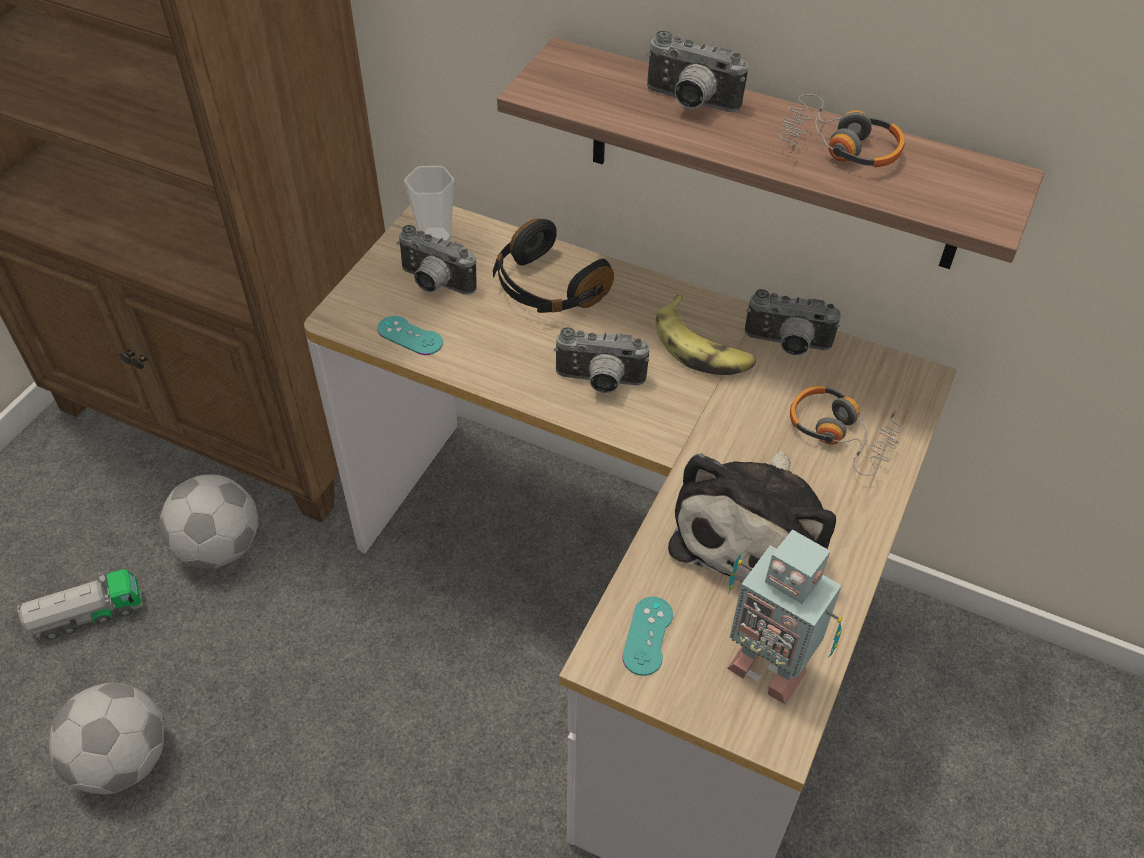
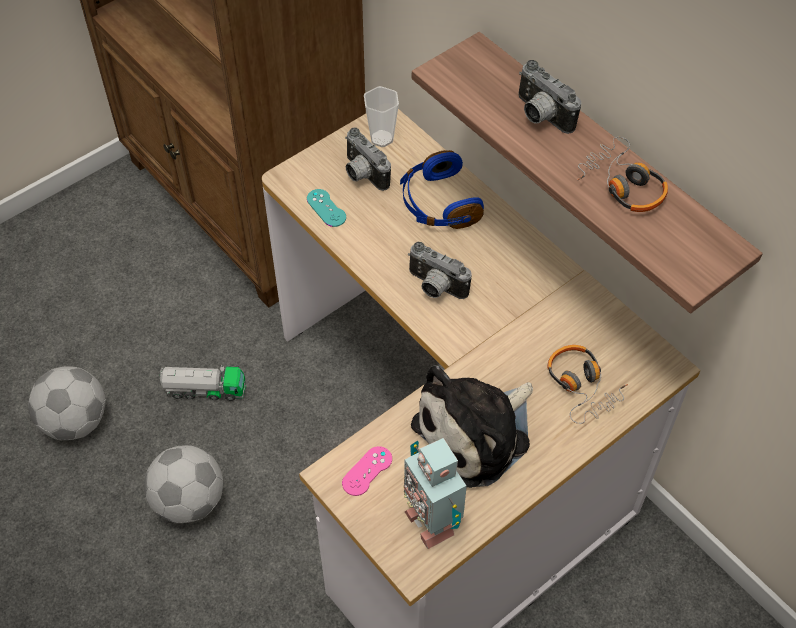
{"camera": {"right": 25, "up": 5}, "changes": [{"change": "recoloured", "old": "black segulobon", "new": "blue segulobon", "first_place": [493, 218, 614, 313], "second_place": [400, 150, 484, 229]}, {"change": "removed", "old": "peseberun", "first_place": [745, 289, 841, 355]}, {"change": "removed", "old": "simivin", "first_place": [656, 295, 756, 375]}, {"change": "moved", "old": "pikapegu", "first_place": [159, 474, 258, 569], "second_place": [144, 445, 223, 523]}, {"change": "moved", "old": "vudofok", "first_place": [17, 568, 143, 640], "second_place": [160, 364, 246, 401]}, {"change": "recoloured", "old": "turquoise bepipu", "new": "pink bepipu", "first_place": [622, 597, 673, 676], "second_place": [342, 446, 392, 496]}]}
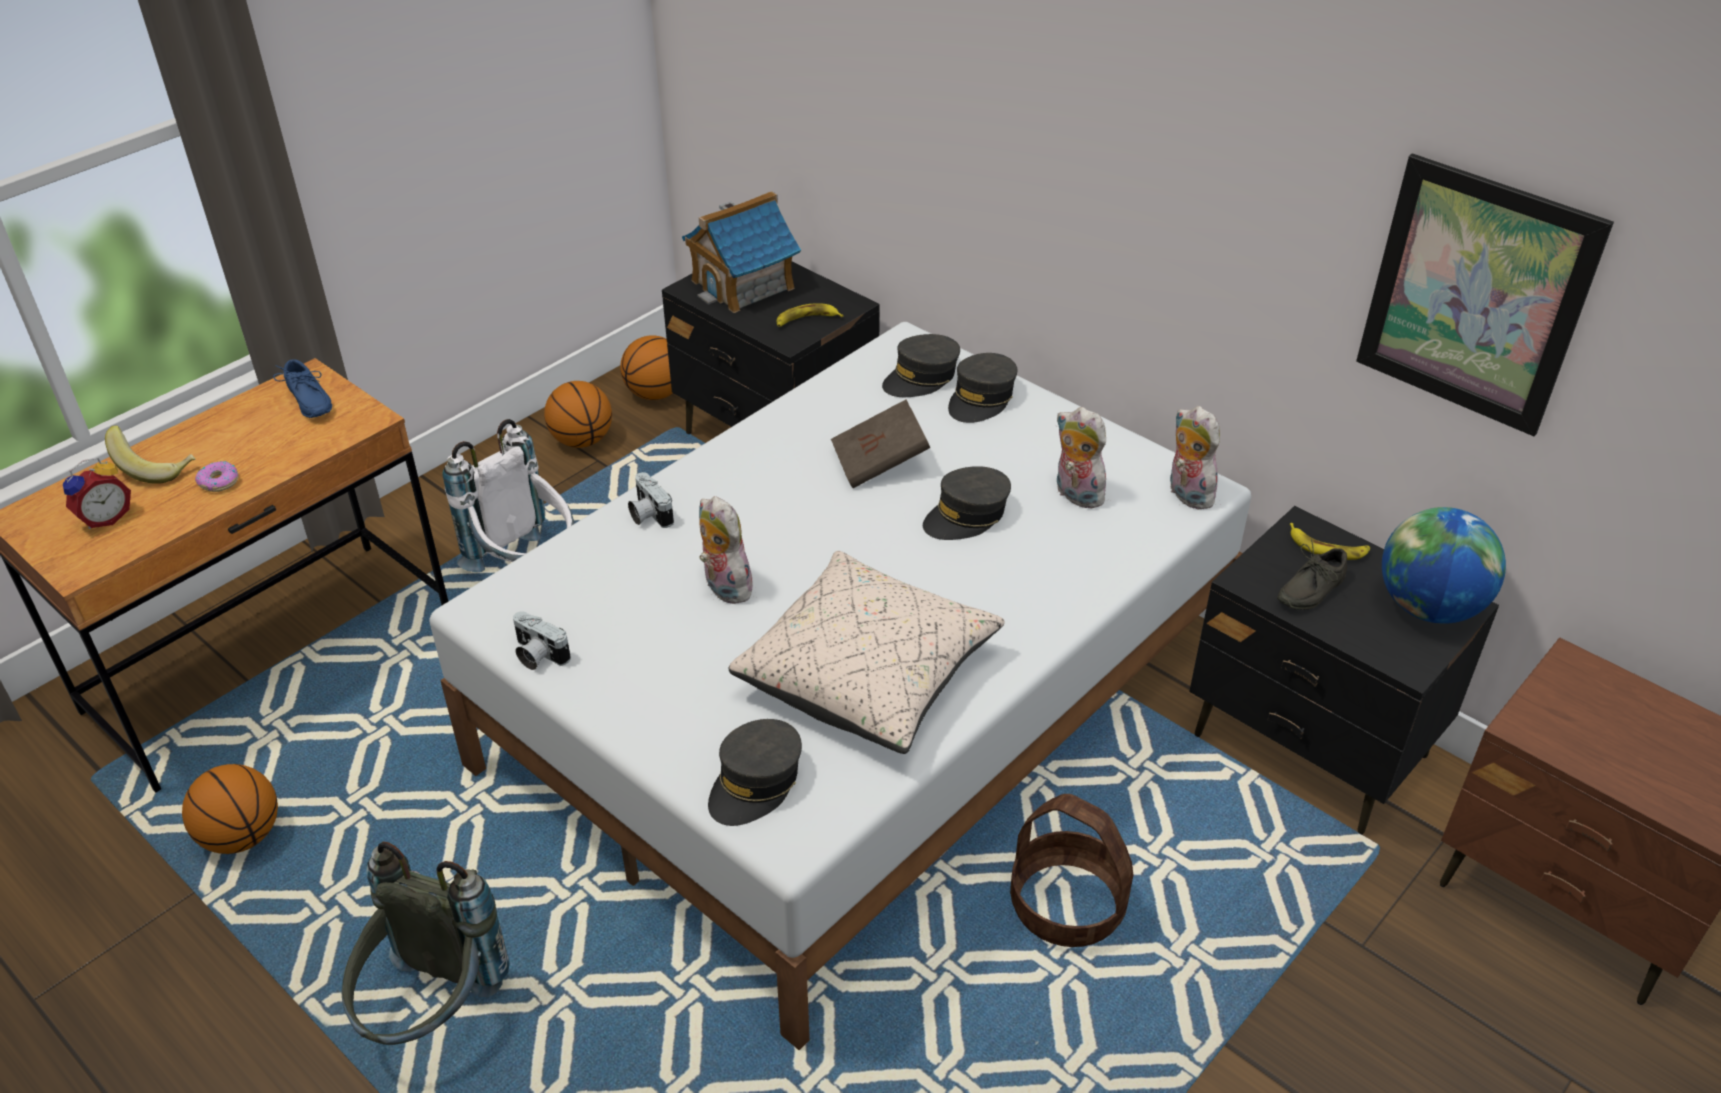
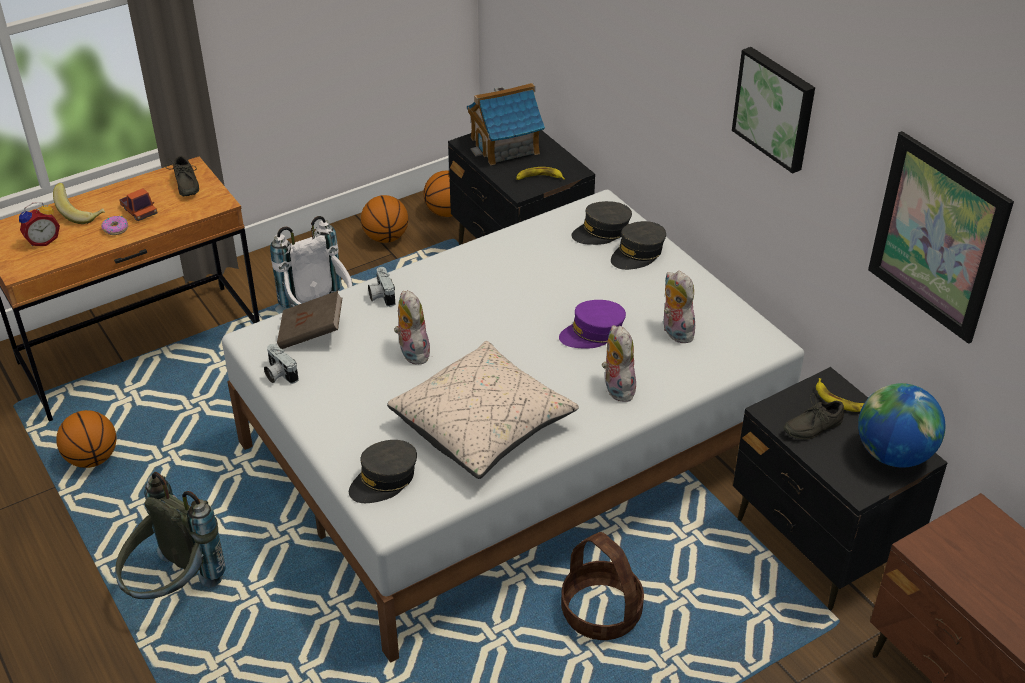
{"camera": {"right": 15, "up": 0}, "changes": [{"change": "recoloured", "old": "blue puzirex", "new": "grey puzirex", "first_place": [273, 359, 332, 418], "second_place": [165, 156, 199, 197]}, {"change": "moved", "old": "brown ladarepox", "first_place": [831, 400, 931, 488], "second_place": [277, 291, 342, 349]}, {"change": "moved", "old": "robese", "first_place": [1170, 406, 1220, 510], "second_place": [602, 325, 636, 402]}, {"change": "recoloured", "old": "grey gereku", "new": "purple gereku", "first_place": [923, 466, 1011, 540], "second_place": [559, 300, 626, 348]}, {"change": "added", "new": "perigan", "second_place": [732, 47, 815, 174]}, {"change": "added", "new": "vudofok", "second_place": [119, 188, 158, 221]}]}
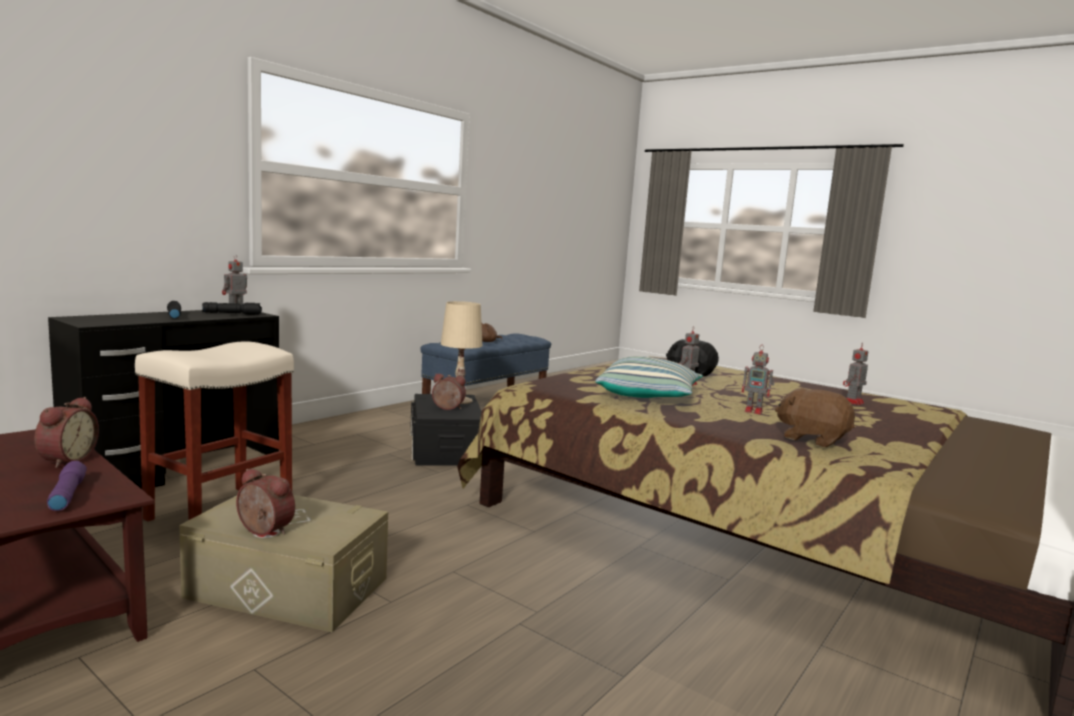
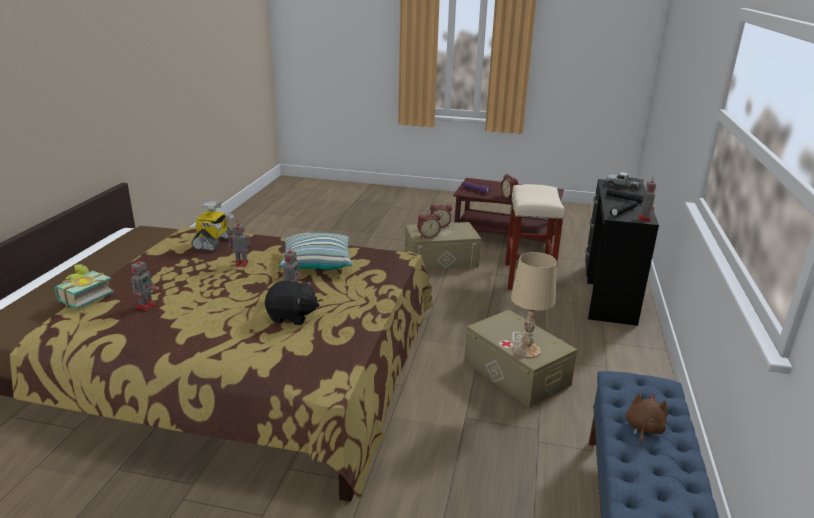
{"camera": {"right": 155, "up": 15}, "changes": [{"change": "moved", "old": "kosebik", "first_place": [432, 374, 466, 410], "second_place": [417, 214, 441, 238]}, {"change": "replaced", "old": "brown robese", "new": "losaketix", "first_place": [775, 388, 855, 447], "second_place": [191, 201, 234, 251]}, {"change": "recoloured", "old": "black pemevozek", "new": "beige pemevozek", "first_place": [410, 394, 482, 466], "second_place": [464, 310, 577, 408]}, {"change": "added", "new": "vudofok", "second_place": [606, 172, 644, 189]}, {"change": "added", "new": "ladarepox", "second_place": [55, 264, 114, 309]}]}
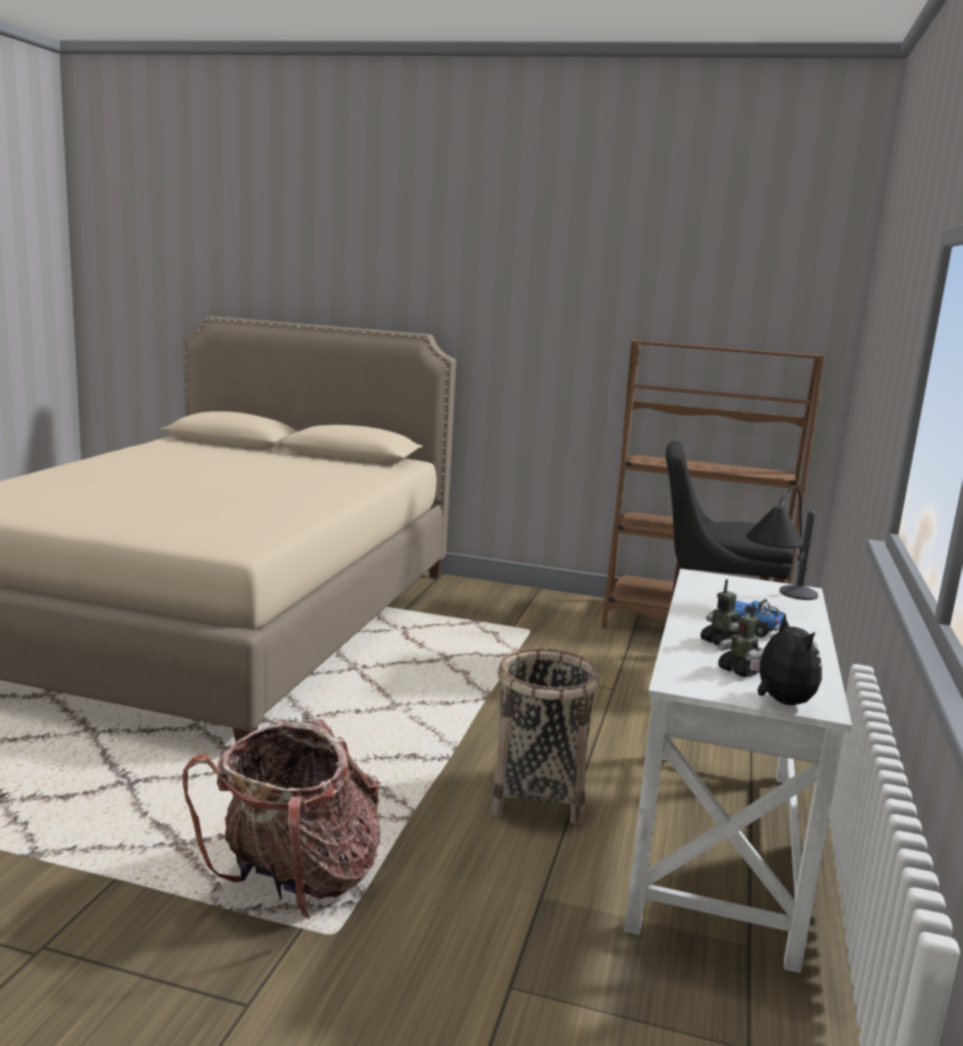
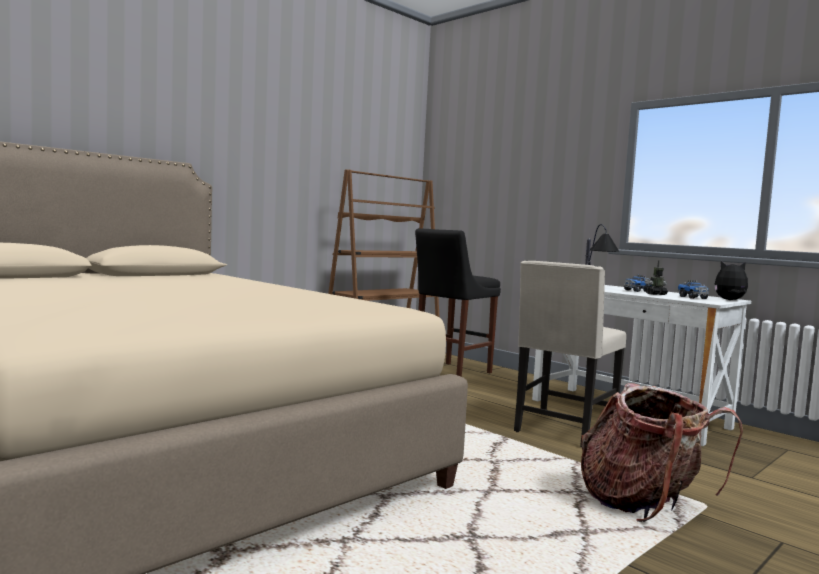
{"camera": {"right": -60, "up": -10}, "changes": [{"change": "replaced", "old": "losaketix", "new": "vudofok", "first_place": [718, 603, 764, 677], "second_place": [678, 280, 709, 299]}, {"change": "replaced", "old": "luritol", "new": "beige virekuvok", "first_place": [490, 648, 600, 825], "second_place": [514, 261, 626, 447]}]}
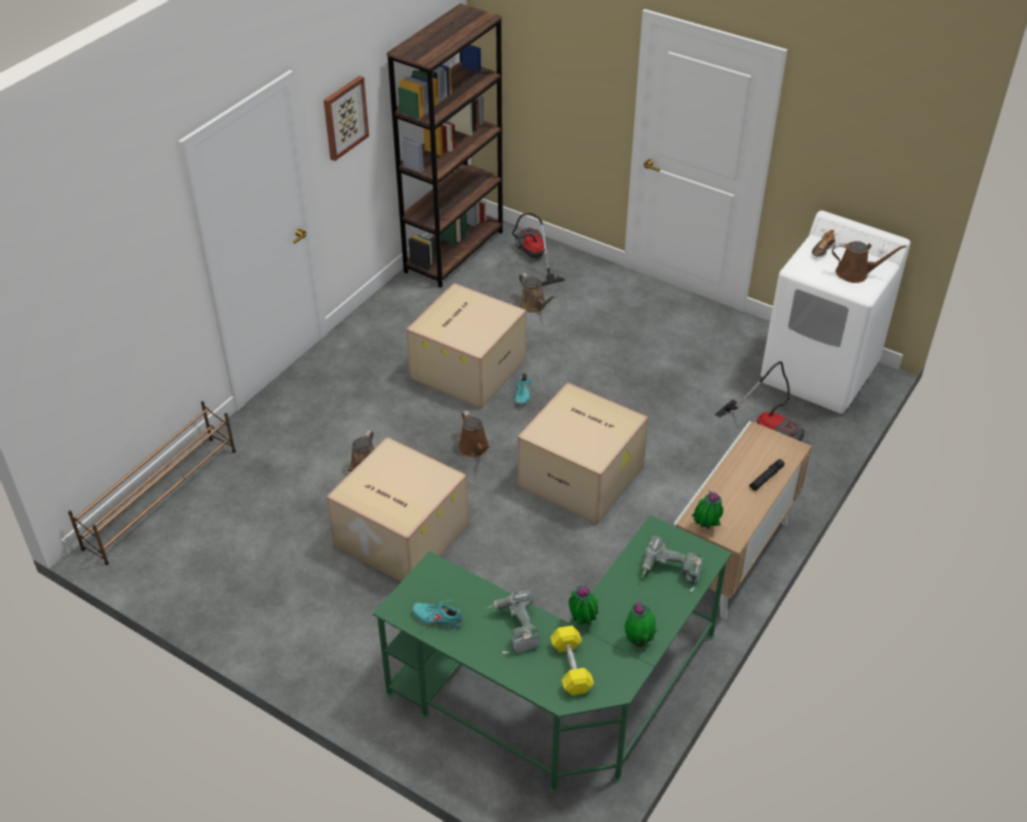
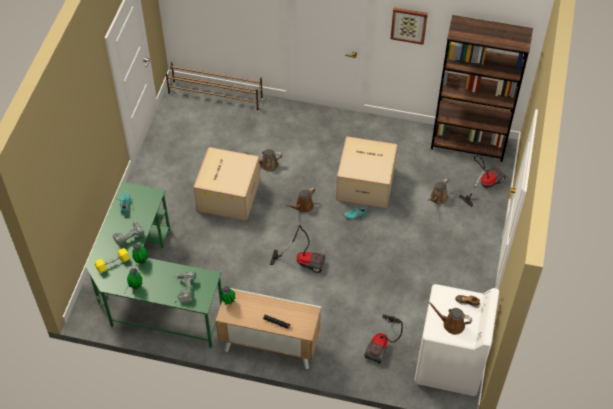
{"camera": {"right": 70, "up": 10}, "changes": [{"change": "turned", "old": "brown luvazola", "first_place": [832, 241, 907, 283], "second_place": [427, 301, 472, 335], "degrees": 120}, {"change": "replaced", "old": "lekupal", "new": "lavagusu", "first_place": [517, 382, 648, 524], "second_place": [270, 225, 325, 273]}]}
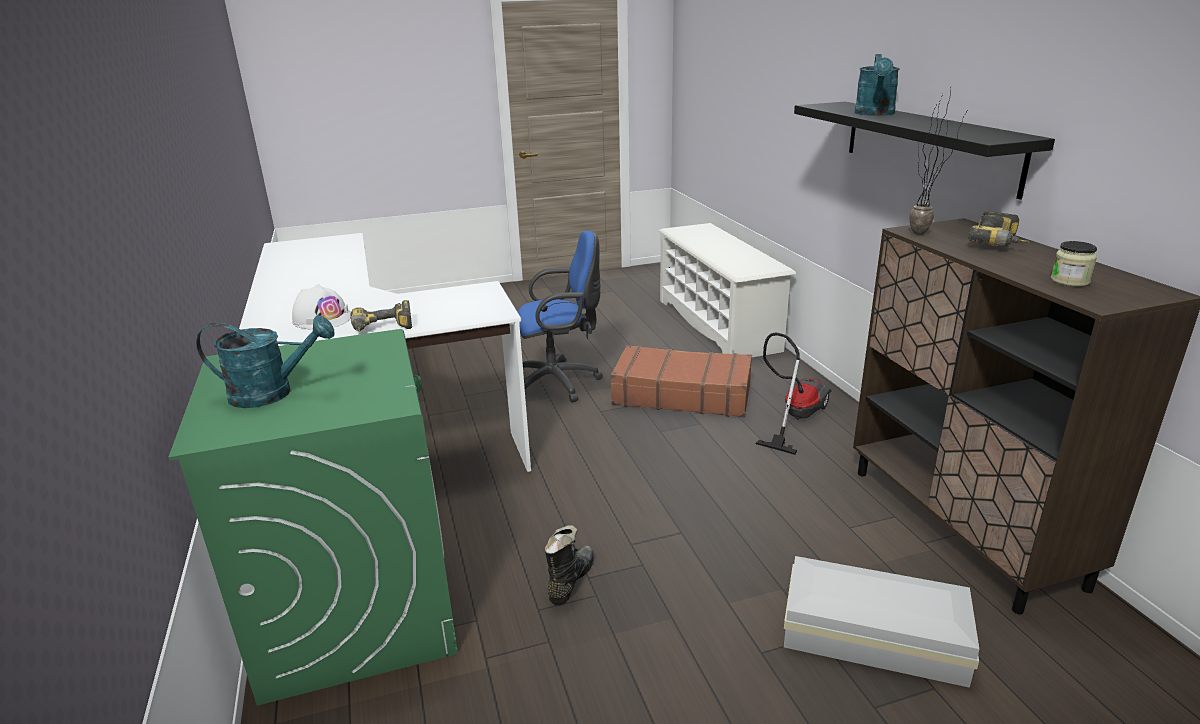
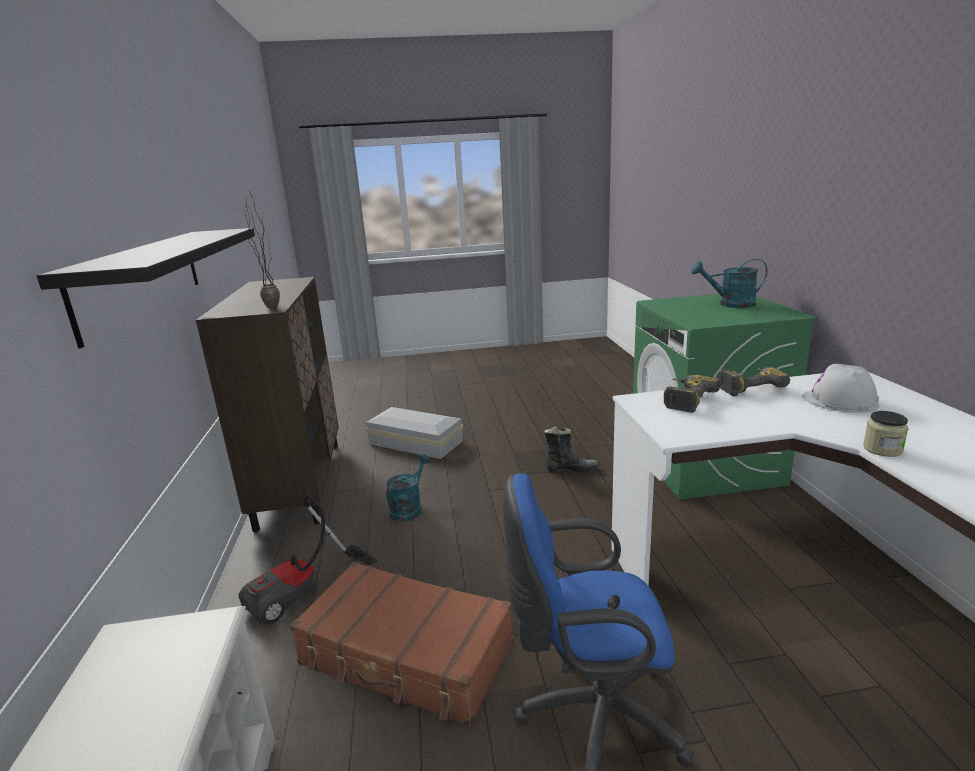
{"camera": {"right": -170, "up": -5}, "changes": [{"change": "moved", "old": "turquoise luvazola", "first_place": [855, 54, 900, 116], "second_place": [386, 454, 430, 521]}, {"change": "moved", "old": "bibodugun", "first_place": [968, 211, 1030, 247], "second_place": [664, 375, 721, 413]}, {"change": "moved", "old": "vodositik", "first_place": [1051, 241, 1097, 287], "second_place": [863, 411, 909, 457]}, {"change": "turned", "old": "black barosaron", "first_place": [545, 525, 594, 605], "second_place": [544, 427, 599, 473], "degrees": -120}]}
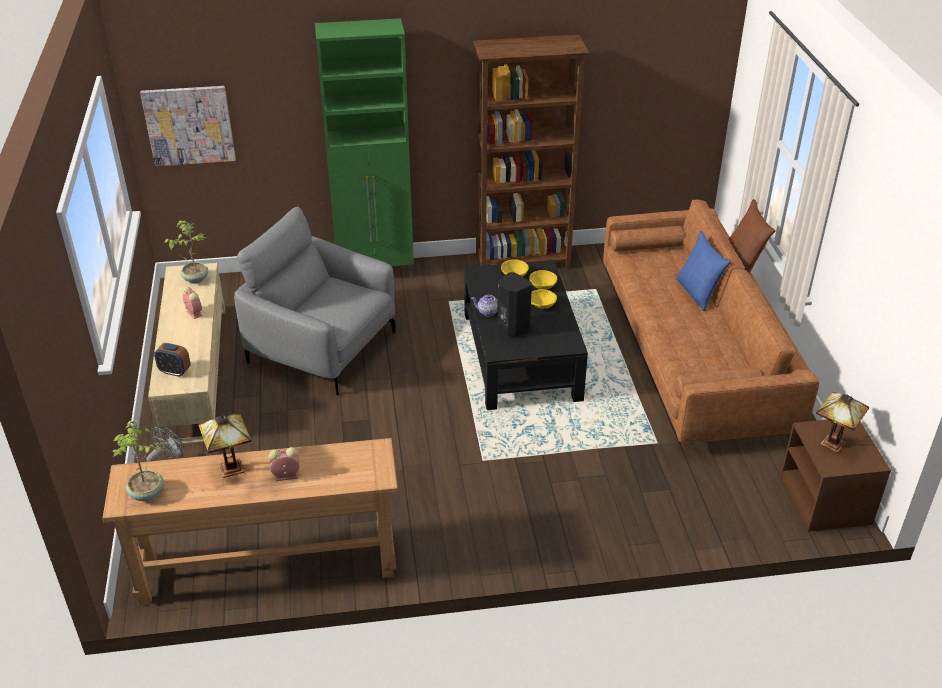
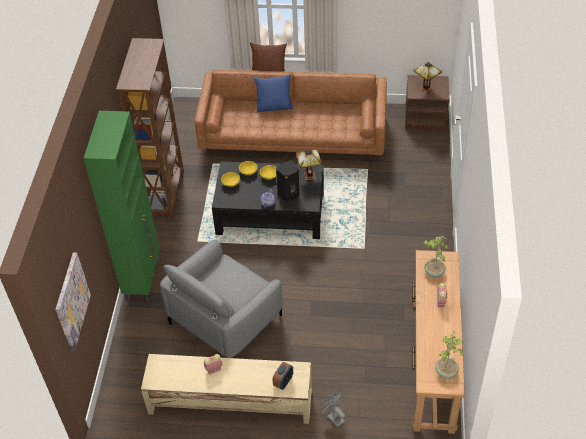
{"camera": {"right": -75, "up": 10}, "changes": [{"change": "moved", "old": "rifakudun", "first_place": [165, 221, 208, 284], "second_place": [423, 236, 448, 277]}, {"change": "moved", "old": "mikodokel", "first_place": [198, 413, 252, 478], "second_place": [296, 149, 322, 181]}]}
